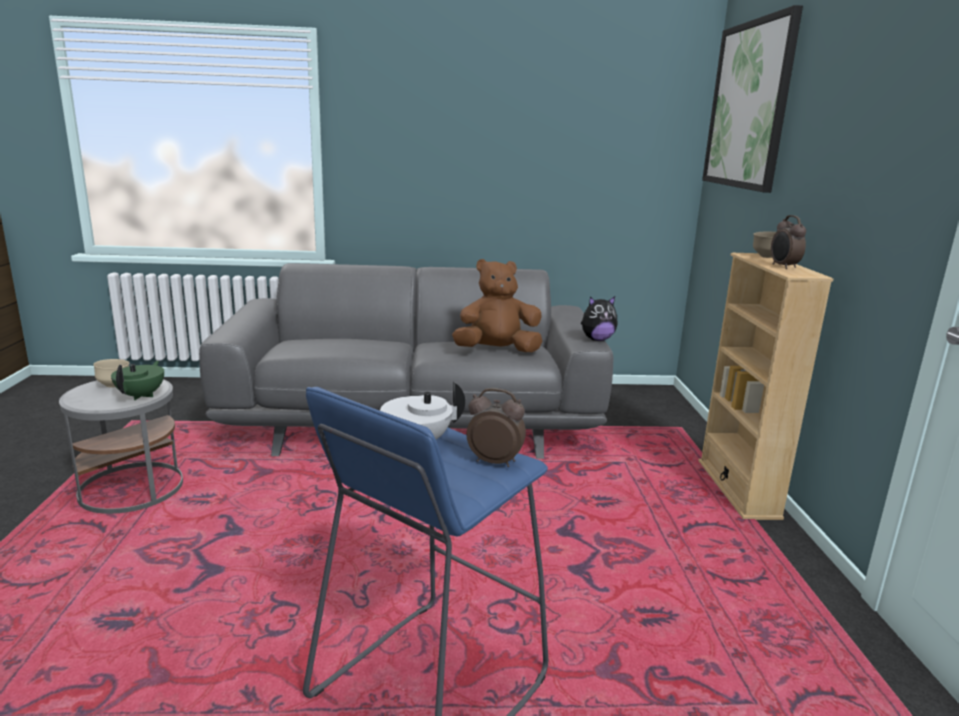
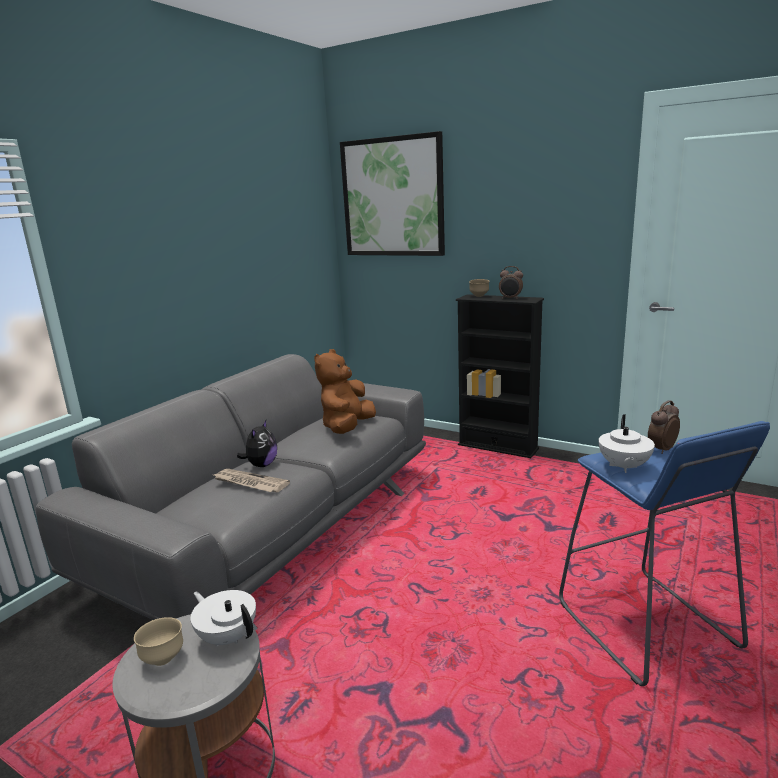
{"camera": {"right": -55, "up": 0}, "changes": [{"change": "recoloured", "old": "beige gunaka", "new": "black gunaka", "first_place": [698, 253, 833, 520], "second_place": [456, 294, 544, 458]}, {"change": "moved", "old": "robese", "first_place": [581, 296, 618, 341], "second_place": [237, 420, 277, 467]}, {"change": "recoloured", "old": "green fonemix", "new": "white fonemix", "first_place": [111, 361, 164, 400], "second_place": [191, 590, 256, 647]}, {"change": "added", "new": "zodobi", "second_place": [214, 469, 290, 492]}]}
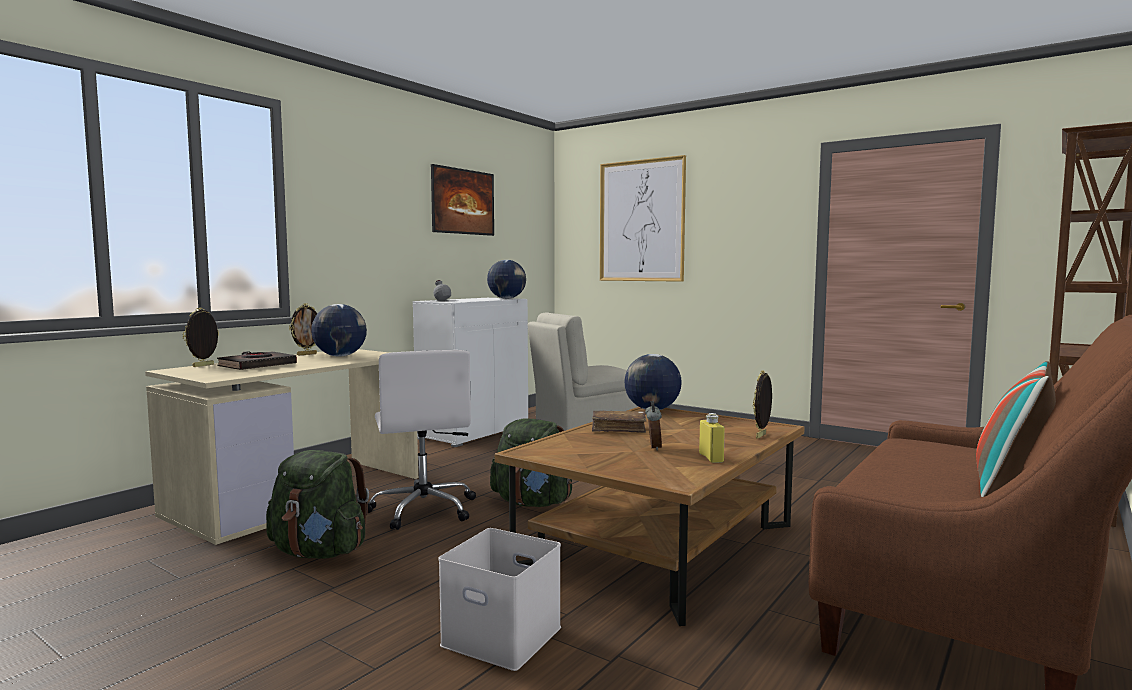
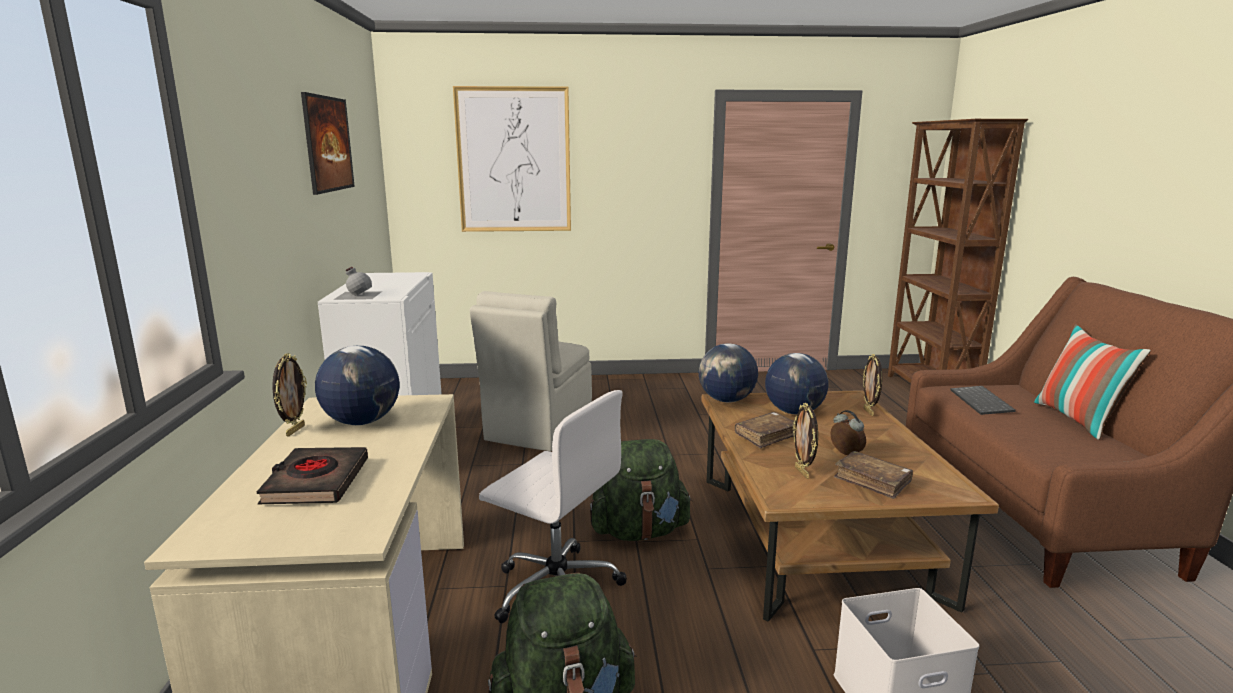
{"camera": {"right": -40, "up": 10}, "changes": [{"change": "moved", "old": "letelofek", "first_place": [487, 260, 526, 299], "second_place": [765, 353, 828, 415]}, {"change": "moved", "old": "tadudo", "first_place": [183, 308, 219, 367], "second_place": [793, 403, 818, 479]}, {"change": "removed", "old": "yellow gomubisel", "first_place": [699, 413, 725, 463]}, {"change": "added", "new": "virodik", "second_place": [950, 386, 1016, 415]}, {"change": "added", "new": "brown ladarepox", "second_place": [834, 451, 913, 499]}]}
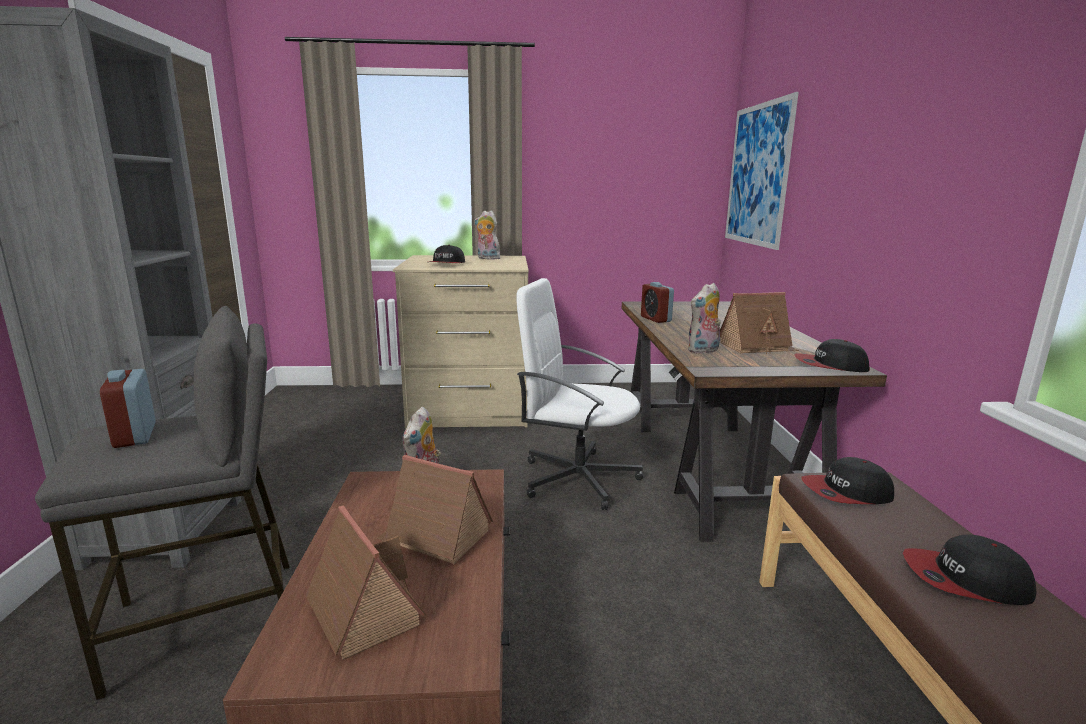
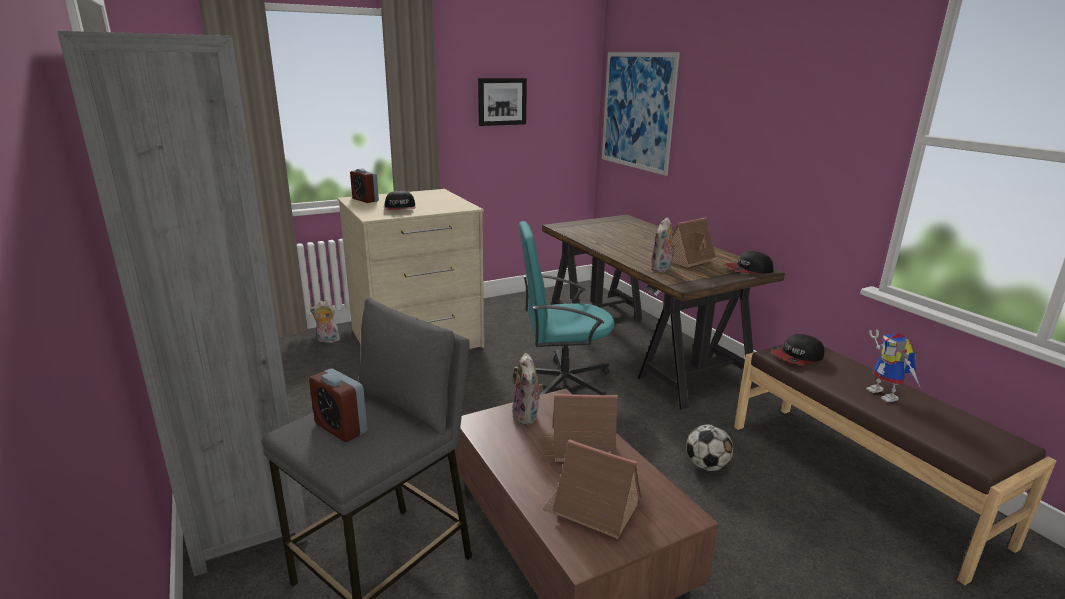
{"camera": {"right": -25, "up": 5}, "changes": [{"change": "moved", "old": "robese", "first_place": [474, 211, 500, 260], "second_place": [310, 300, 340, 343]}, {"change": "recoloured", "old": "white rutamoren", "new": "turquoise rutamoren", "first_place": [516, 278, 643, 510], "second_place": [513, 221, 615, 395]}, {"change": "moved", "old": "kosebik", "first_place": [641, 282, 674, 323], "second_place": [350, 168, 379, 203]}, {"change": "replaced", "old": "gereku", "new": "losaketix", "first_place": [903, 534, 1036, 605], "second_place": [866, 330, 921, 403]}, {"change": "added", "new": "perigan", "second_place": [478, 78, 527, 126]}, {"change": "added", "new": "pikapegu", "second_place": [686, 424, 733, 471]}]}
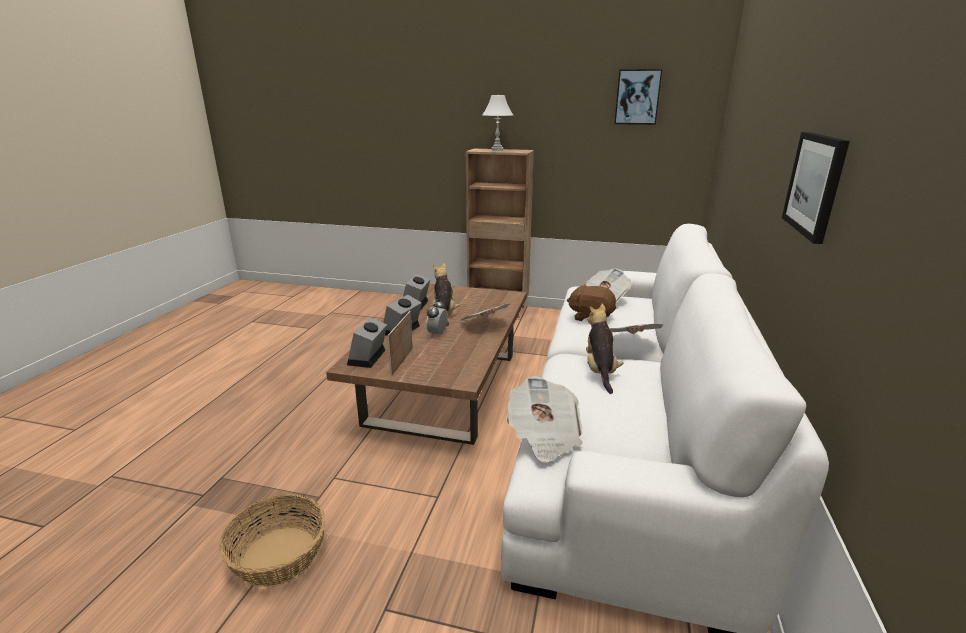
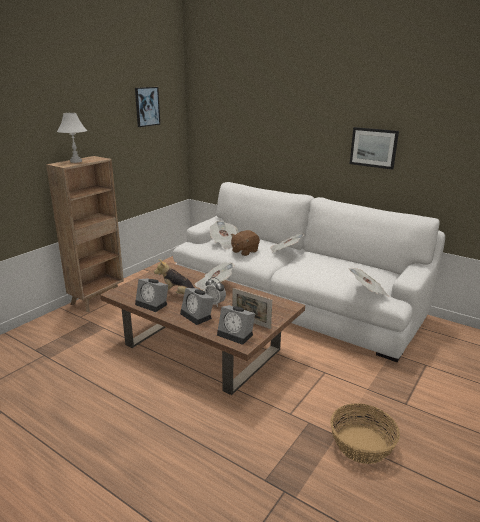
{"camera": {"right": -70, "up": 0}, "changes": [{"change": "removed", "old": "robese", "first_place": [586, 304, 623, 394]}]}
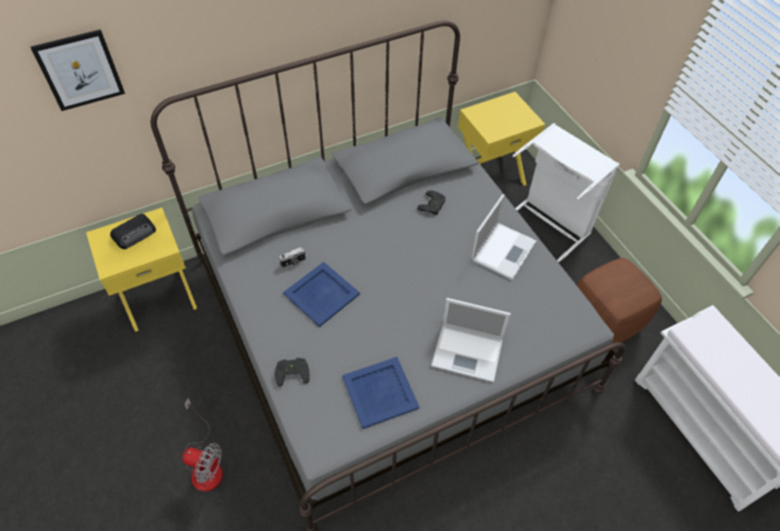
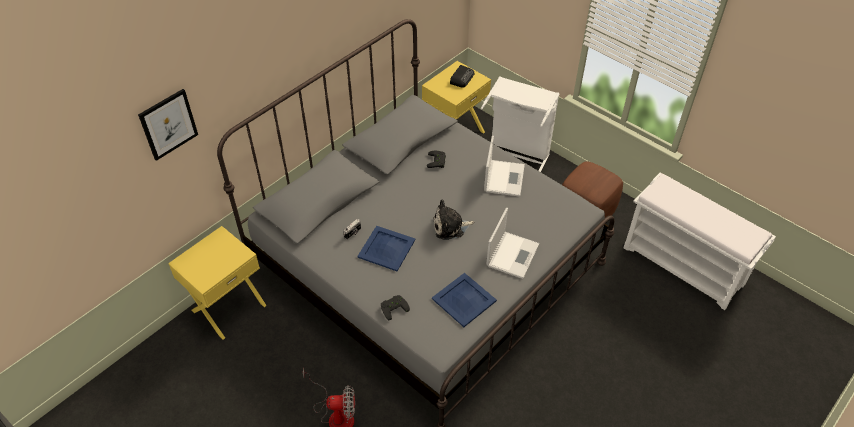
{"camera": {"right": -20, "up": -5}, "changes": [{"change": "moved", "old": "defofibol", "first_place": [110, 214, 156, 249], "second_place": [450, 65, 474, 88]}, {"change": "turned", "old": "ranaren", "first_place": [431, 298, 511, 382], "second_place": [486, 208, 539, 279], "degrees": -60}, {"change": "added", "new": "robese", "second_place": [433, 200, 474, 240]}]}
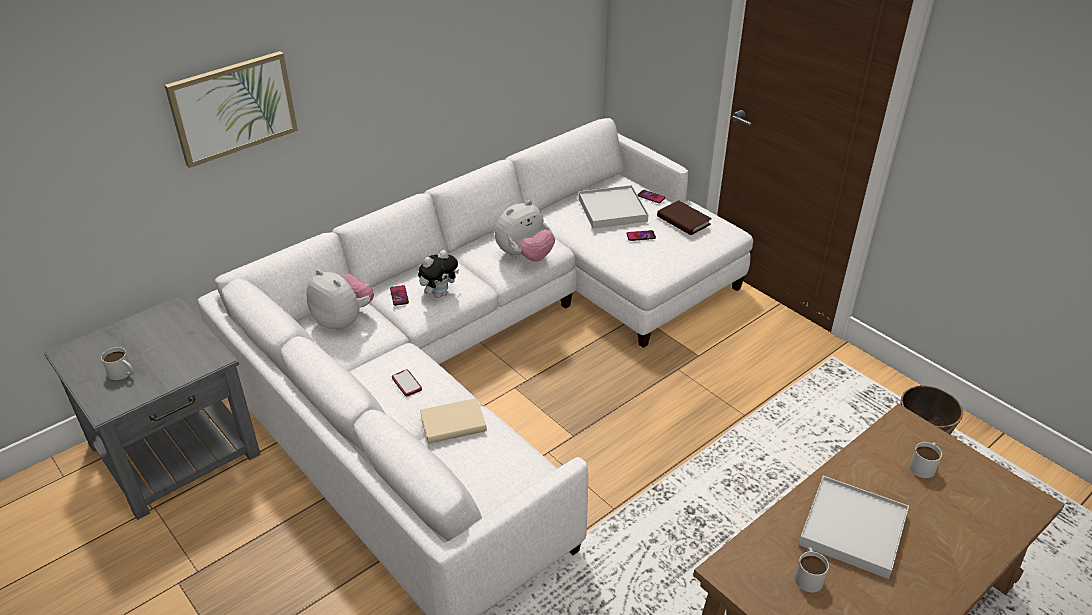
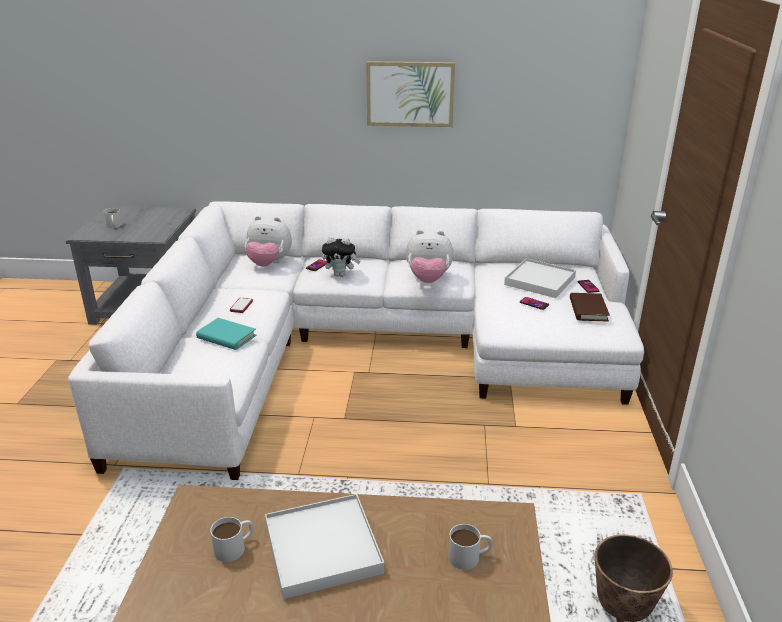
{"camera": {"right": 45, "up": -10}, "changes": [{"change": "moved", "old": "perigan", "first_place": [164, 51, 298, 168], "second_place": [366, 61, 455, 127]}, {"change": "turned", "old": "robese", "first_place": [306, 270, 374, 331], "second_place": [245, 216, 292, 267], "degrees": 105}, {"change": "recoloured", "old": "beige ladarepox", "new": "turquoise ladarepox", "first_place": [420, 398, 487, 444], "second_place": [196, 318, 256, 350]}]}
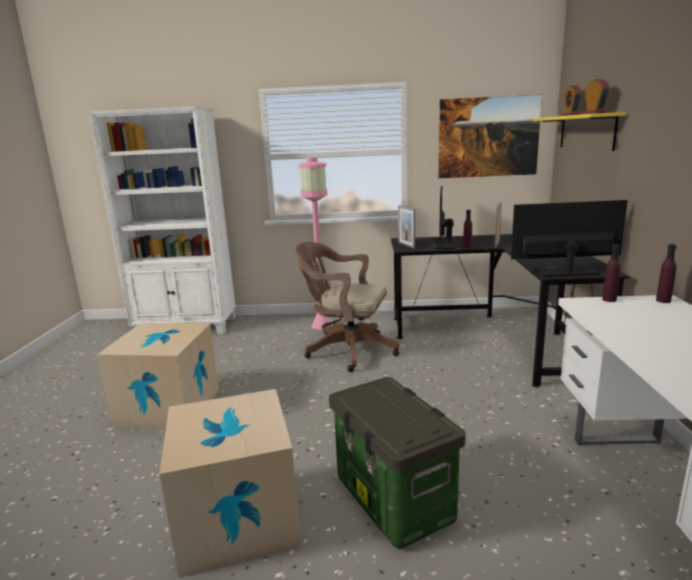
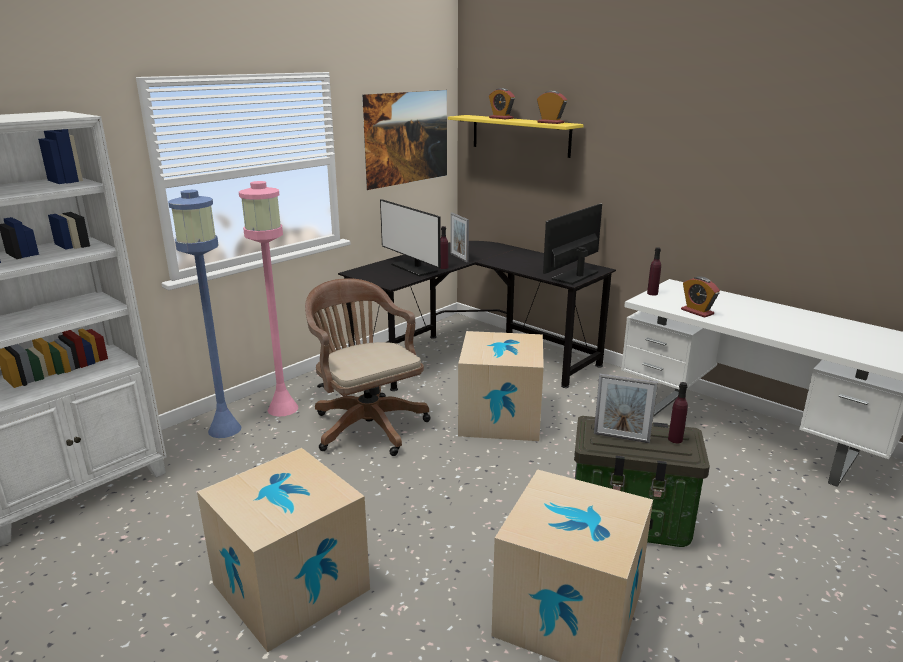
{"camera": {"right": -50, "up": 5}, "changes": [{"change": "moved", "old": "tadudo", "first_place": [398, 205, 415, 249], "second_place": [594, 374, 658, 443]}, {"change": "turned", "old": "brown rutamoren", "first_place": [296, 242, 399, 372], "second_place": [305, 278, 431, 456], "degrees": 90}, {"change": "moved", "old": "purple gomubisel", "first_place": [656, 244, 676, 303], "second_place": [668, 382, 688, 443]}, {"change": "added", "new": "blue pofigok", "second_place": [168, 190, 242, 438]}, {"change": "added", "new": "kosebik", "second_place": [681, 276, 720, 318]}, {"change": "added", "new": "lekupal", "second_place": [458, 331, 544, 441]}]}
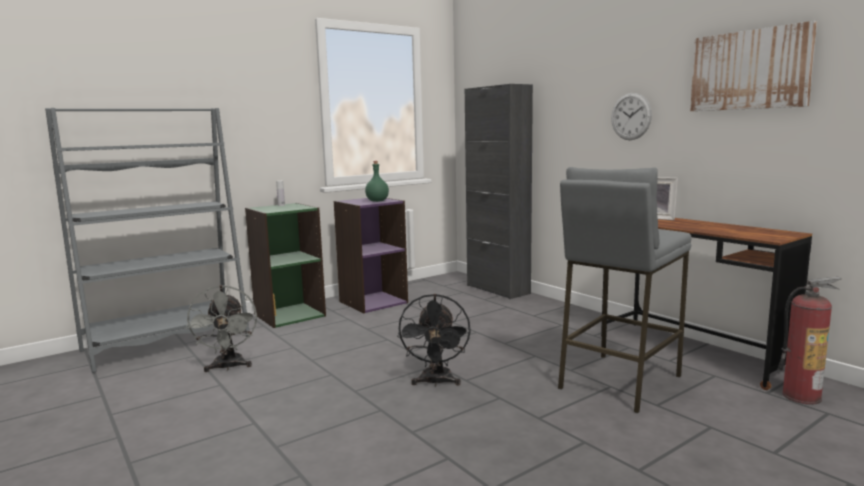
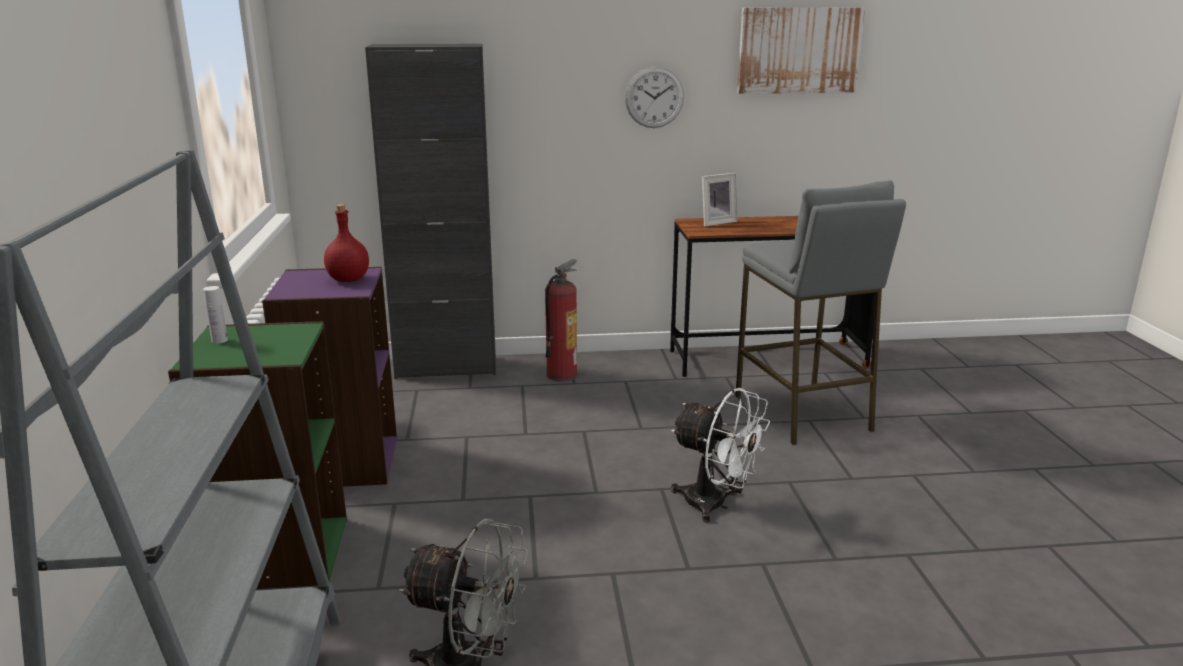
{"camera": {"right": -60, "up": 10}, "changes": [{"change": "recoloured", "old": "green gomubisel", "new": "red gomubisel", "first_place": [365, 161, 389, 202], "second_place": [324, 204, 369, 282]}, {"change": "moved", "old": "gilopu", "first_place": [778, 277, 842, 405], "second_place": [545, 259, 578, 381]}, {"change": "recoloured", "old": "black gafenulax", "new": "white gafenulax", "first_place": [397, 294, 470, 387], "second_place": [671, 388, 770, 523]}]}
